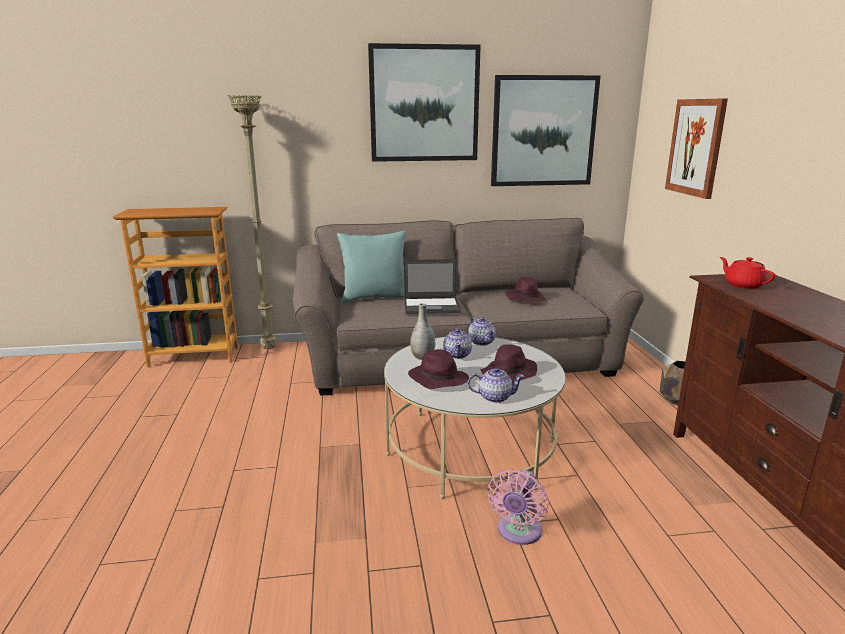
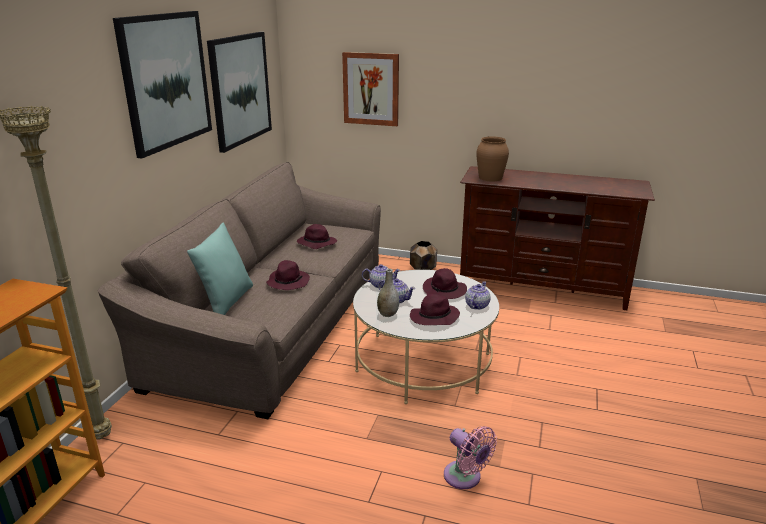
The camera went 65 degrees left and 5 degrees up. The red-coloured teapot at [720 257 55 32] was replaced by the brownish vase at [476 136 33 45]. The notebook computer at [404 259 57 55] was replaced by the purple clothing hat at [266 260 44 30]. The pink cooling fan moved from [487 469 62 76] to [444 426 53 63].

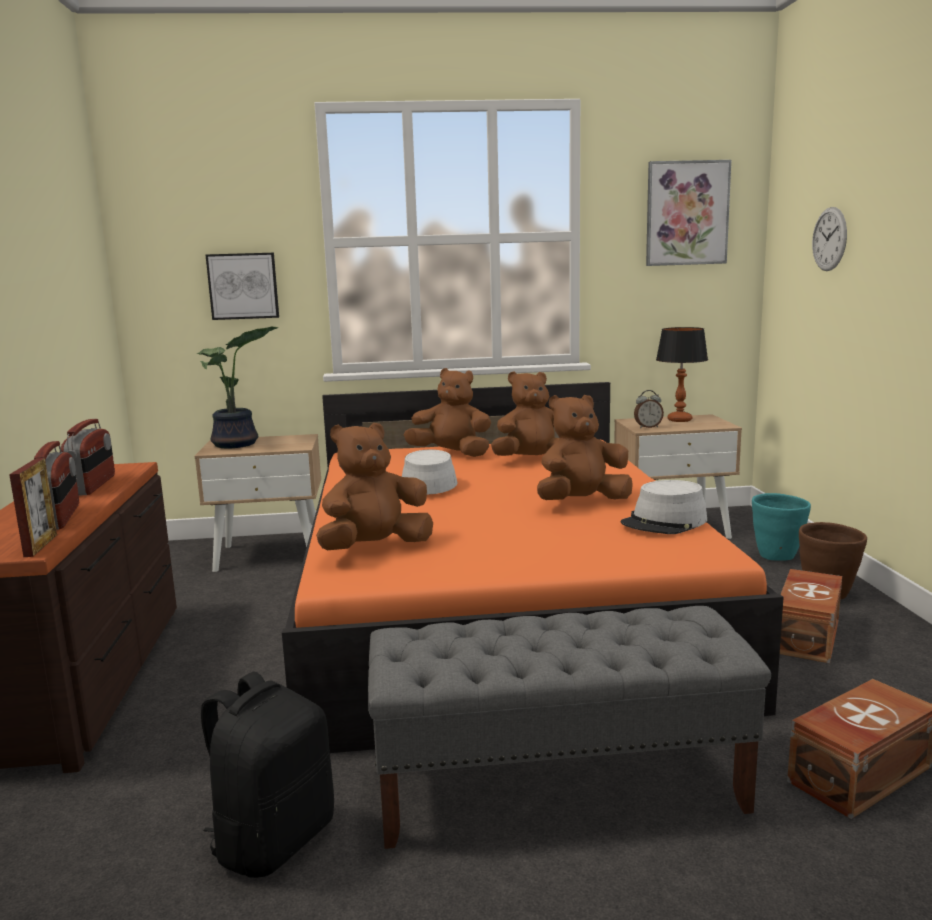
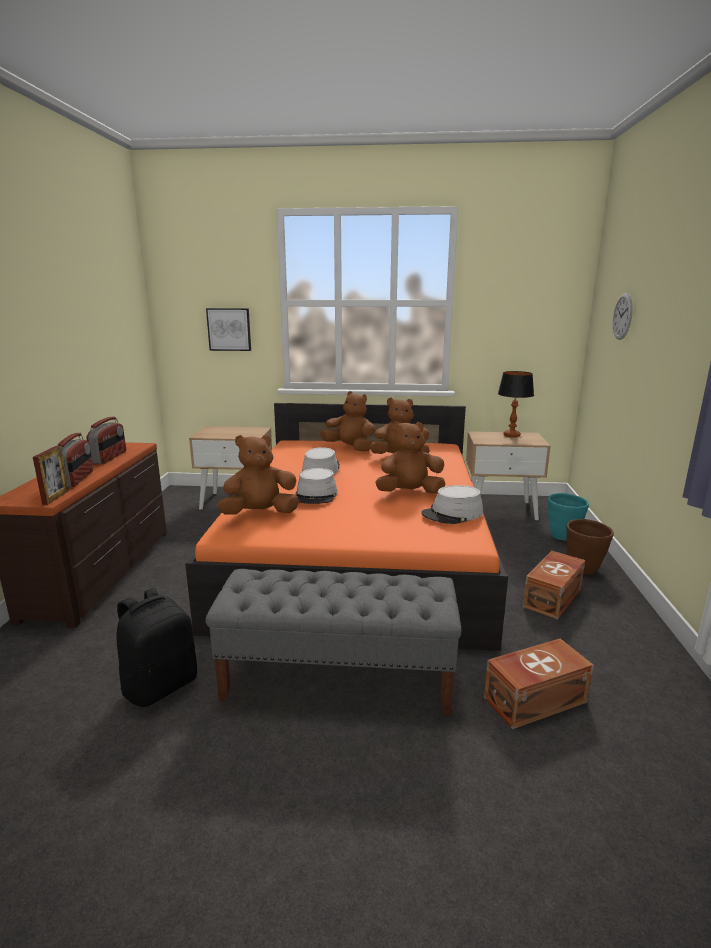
The camera went 10 degrees right and 5 degrees up. The wall art at [646 160 85 106] disappeared. The plant in a pot at [196 326 82 122] disappeared. The table clock at [634 390 30 38] disappeared. The greyish clothing hat at [295 468 43 36] appeared.

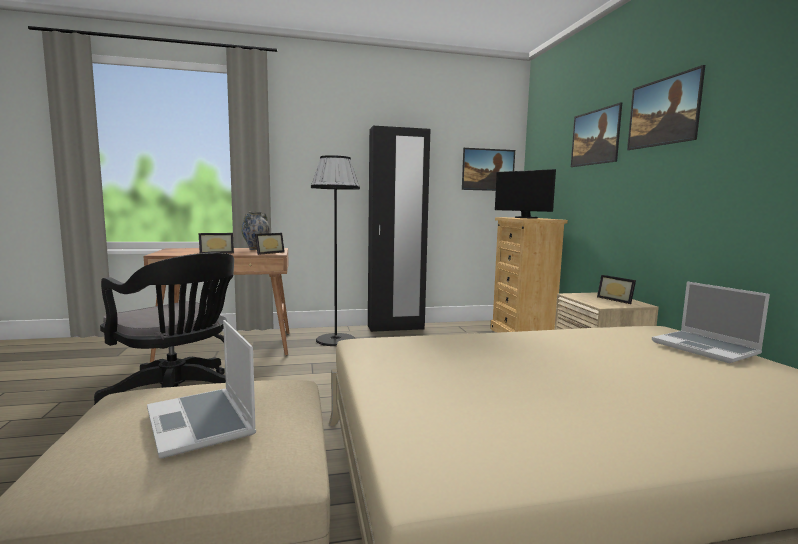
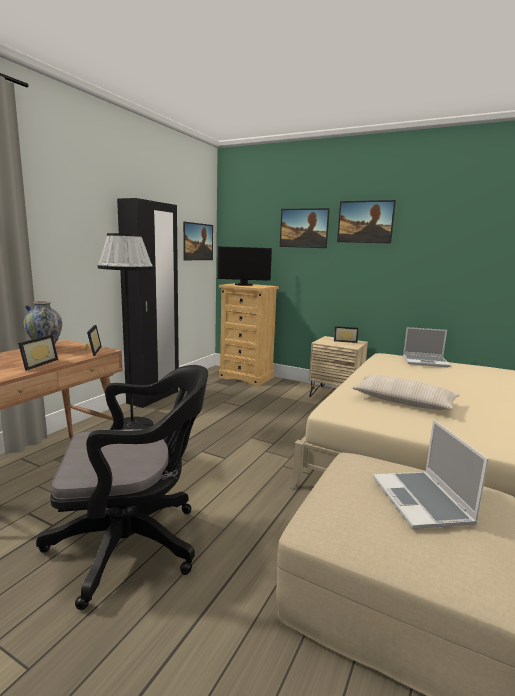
The camera went 50 degrees left and 5 degrees up. The notebook computer at [147 320 109 139] turned 75 degrees clockwise. The sand-coloured pillow at [352 375 107 35] appeared.

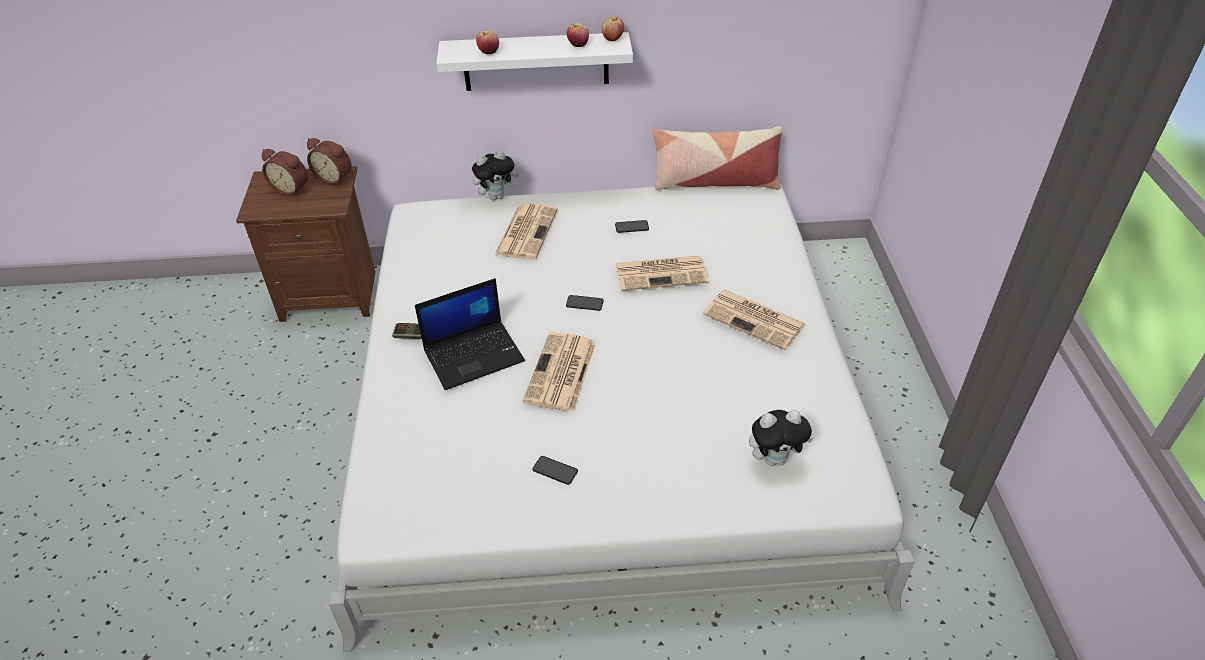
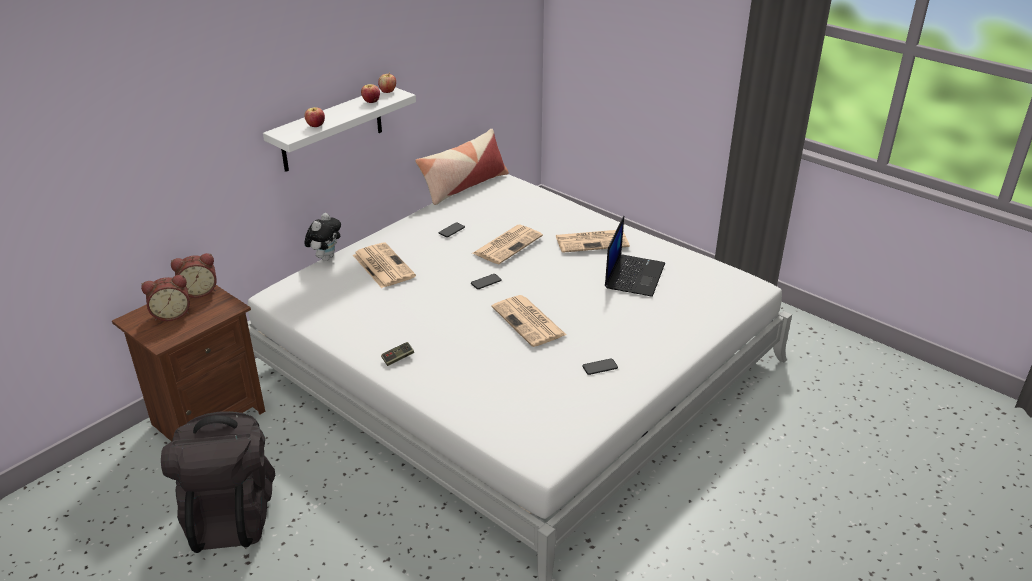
The camera went 45 degrees left and 10 degrees down. The notebook computer moved from [415 278 110 112] to [605 216 60 81]. The soft toy at [749 410 64 56] disappeared. The black-coloured knapsack at [161 411 115 142] appeared.

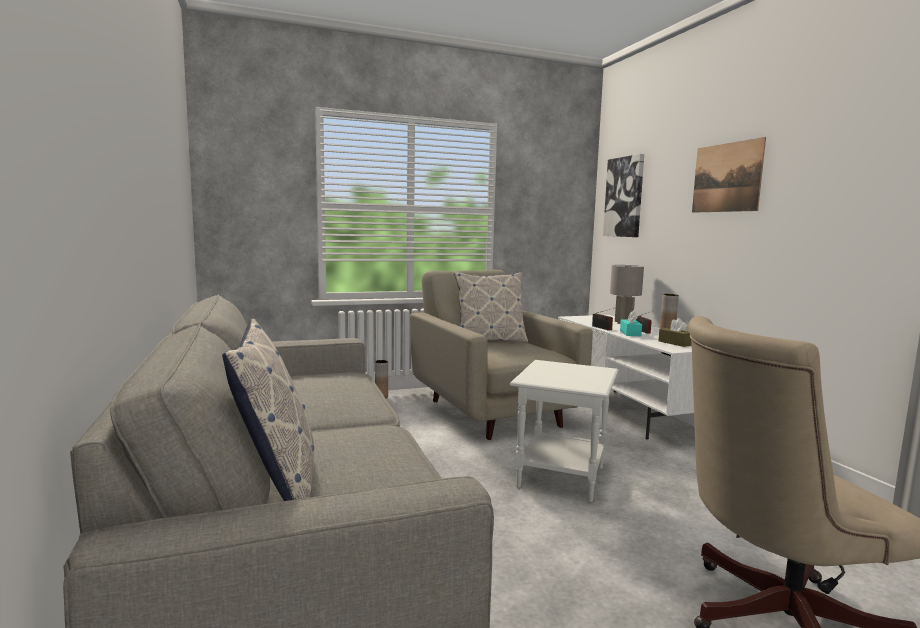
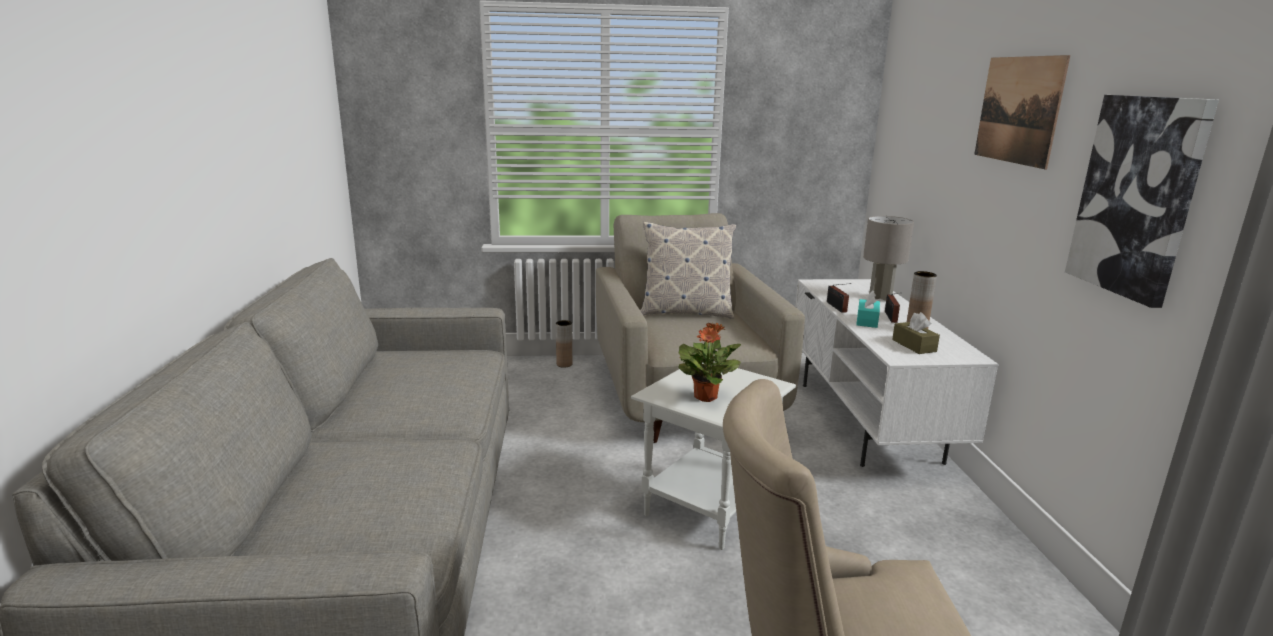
The camera went 15 degrees right and 10 degrees up. The wall art moved from [603 154 41 83] to [1065 95 154 213]. The pillow at [222 319 92 182] disappeared. The plant in a pot at [678 322 63 80] appeared.

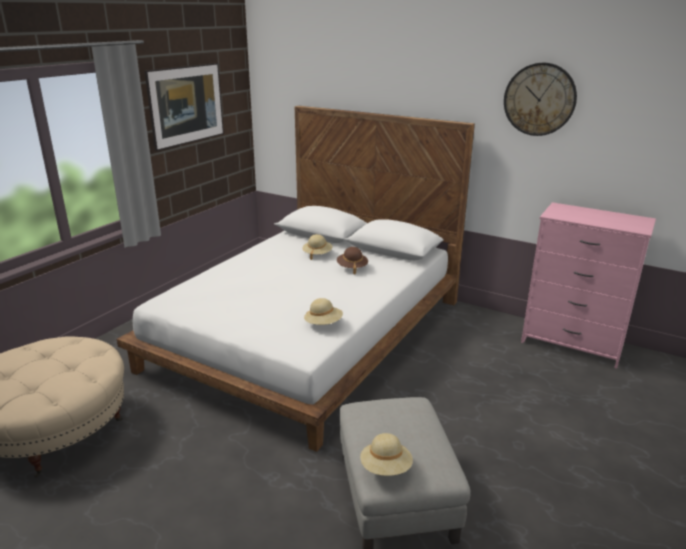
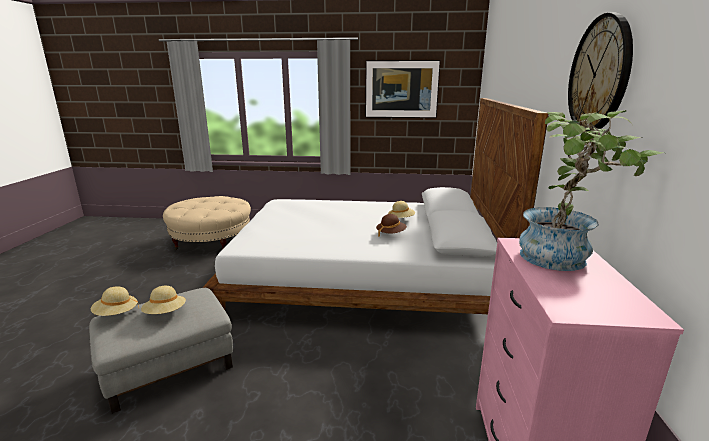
The camera went 65 degrees right and 5 degrees down. The sand-coloured clothing hat moved from [304 298 39 27] to [141 286 45 28]. The plant in a pot at [519 110 145 161] appeared.

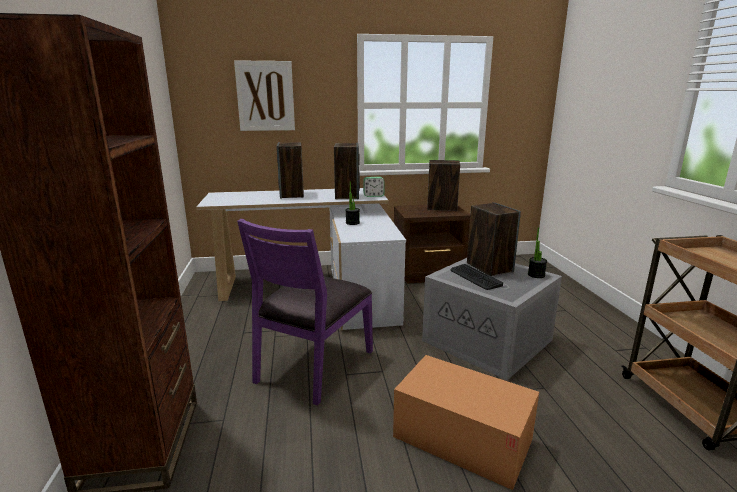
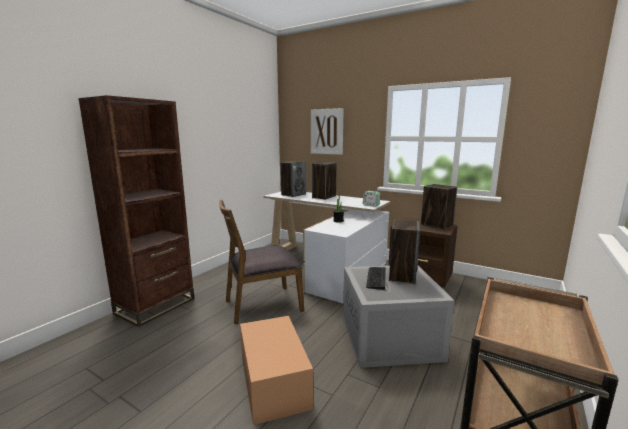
The camera went 40 degrees right and 5 degrees down. The audio speaker moved from [334 143 26 57] to [281 161 25 36]. The purple plain chair at [237 219 136 187] became the brownish plain chair at [219 200 85 124]. The plant in a pot at [528 228 19 50] disappeared.

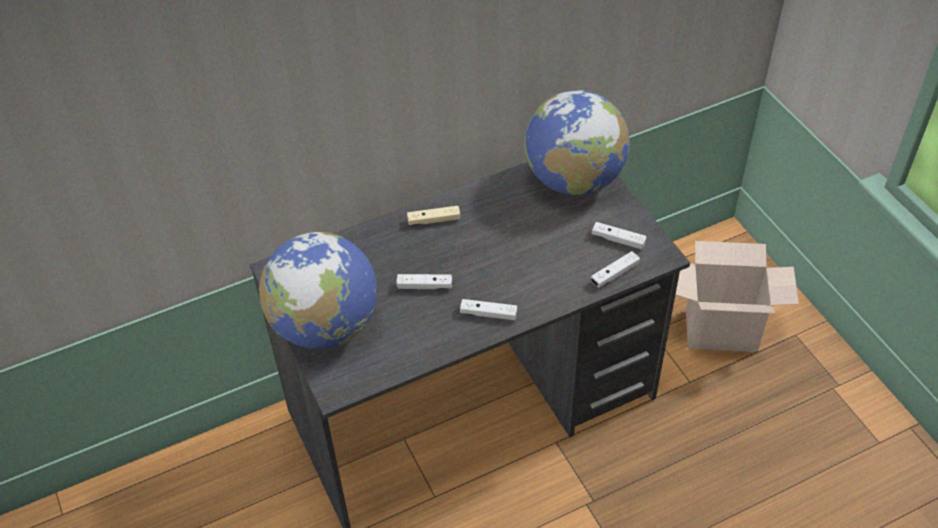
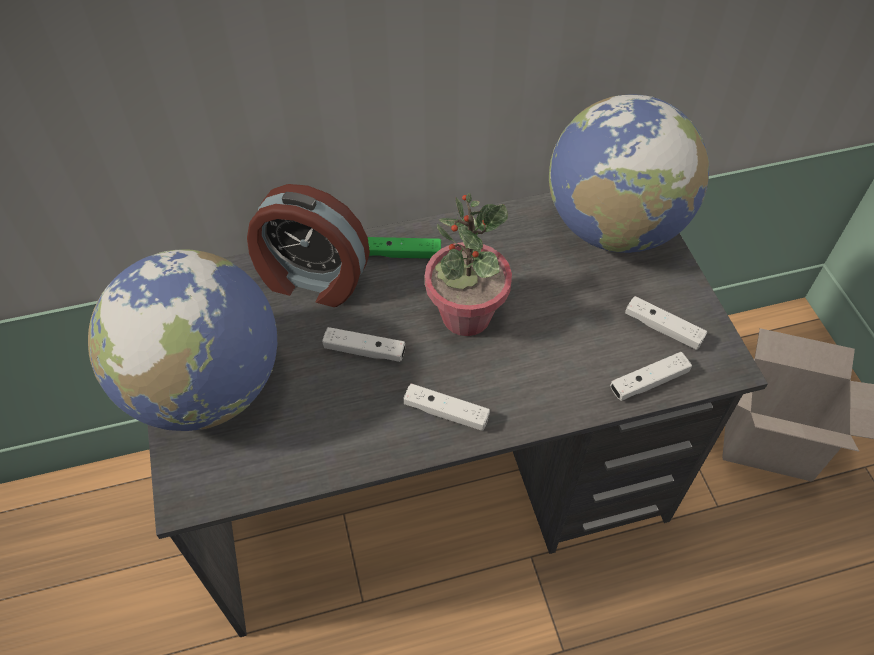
The camera went 10 degrees right and 5 degrees up. The sand-coloured gamepad at [407 206 53 19] became the green-coloured gamepad at [368 237 73 22]. The table clock at [247 184 123 123] appeared. The plant in a pot at [425 193 87 143] appeared.

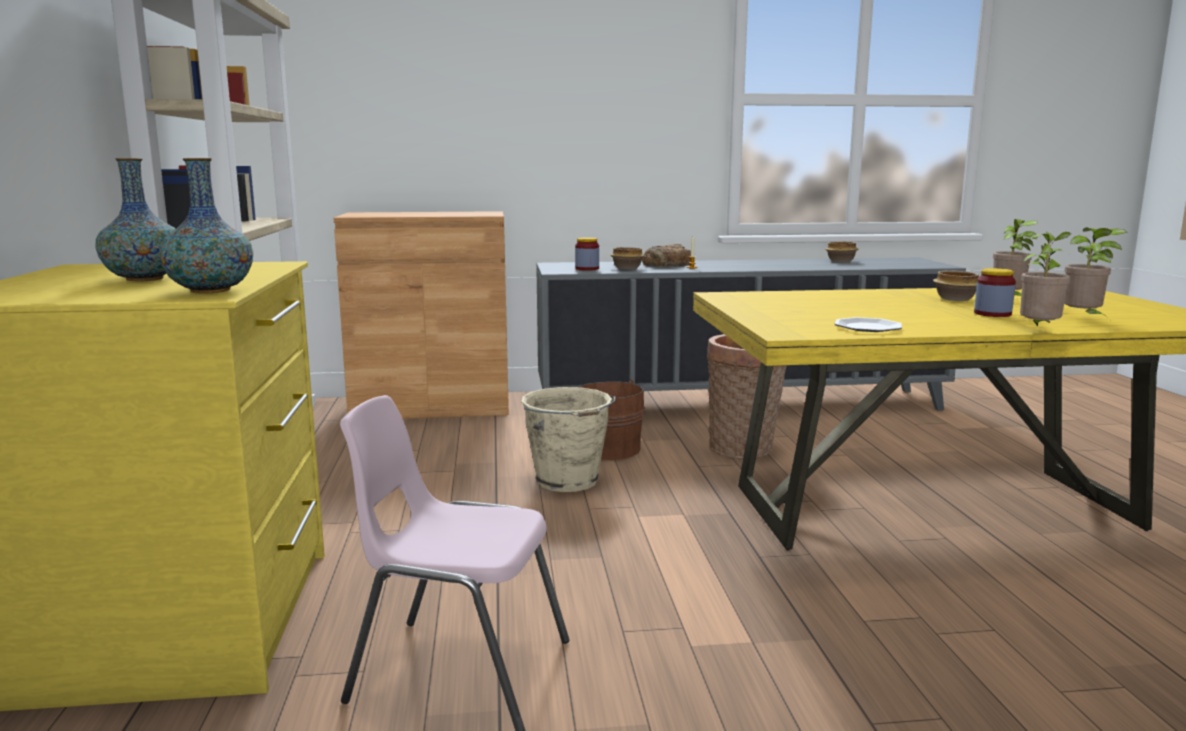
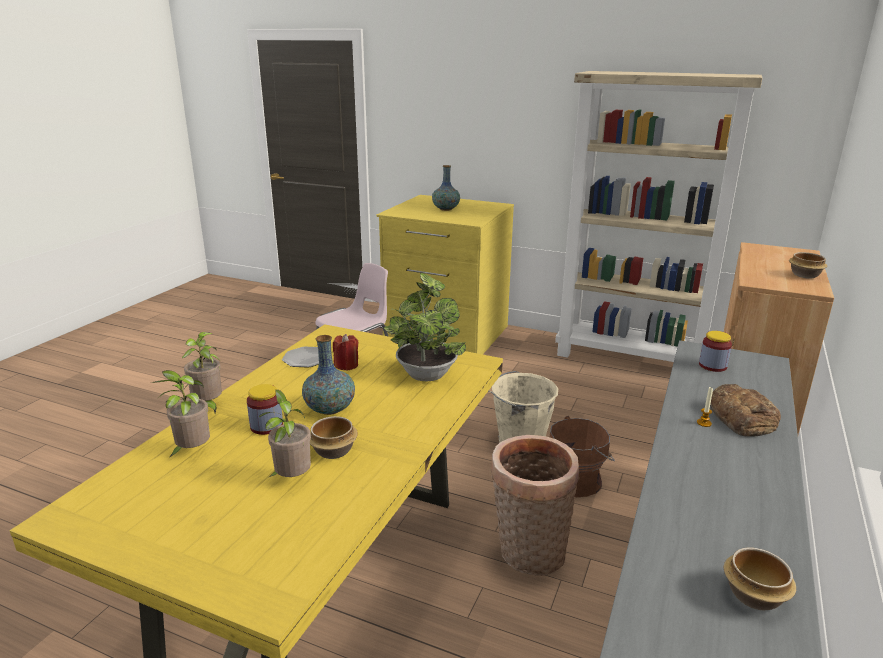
The camera went 120 degrees right and 10 degrees up. The vase moved from [159 158 94 135] to [302 335 53 80]. The bowl moved from [611 247 34 22] to [789 252 39 27]. The plant in a pot at [384 273 82 108] appeared. The red-coloured wax candle at [333 334 26 37] appeared.

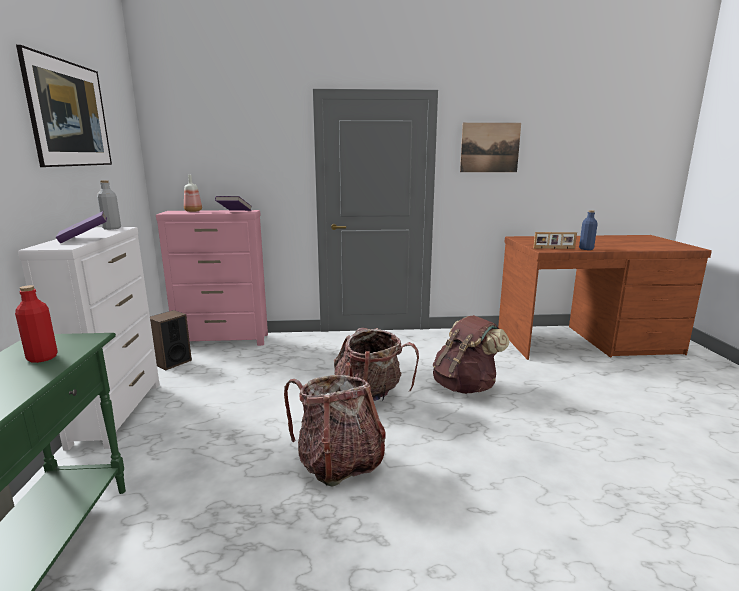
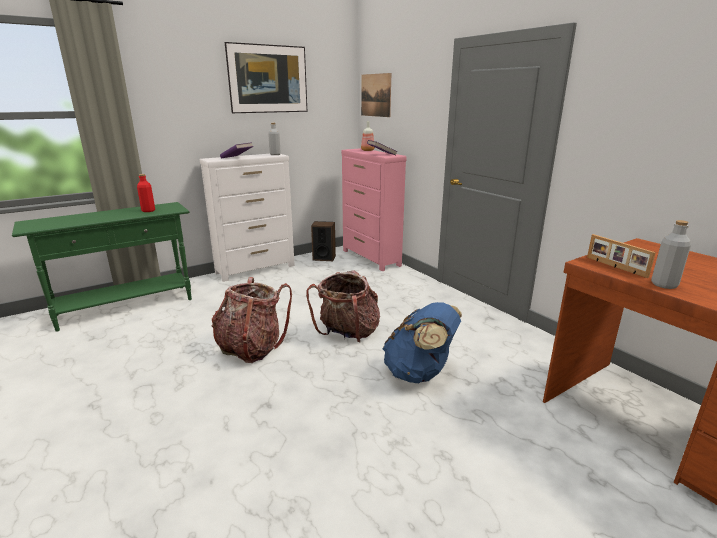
The camera went 60 degrees right and 5 degrees up. The wall art moved from [460 123 61 49] to [361 73 30 44]. The blue-coloured beverage bottle at [579 210 19 40] became the greyish beverage bottle at [651 220 40 69]. The brownish knapsack at [432 315 78 79] became the blue-coloured knapsack at [383 302 79 81].

